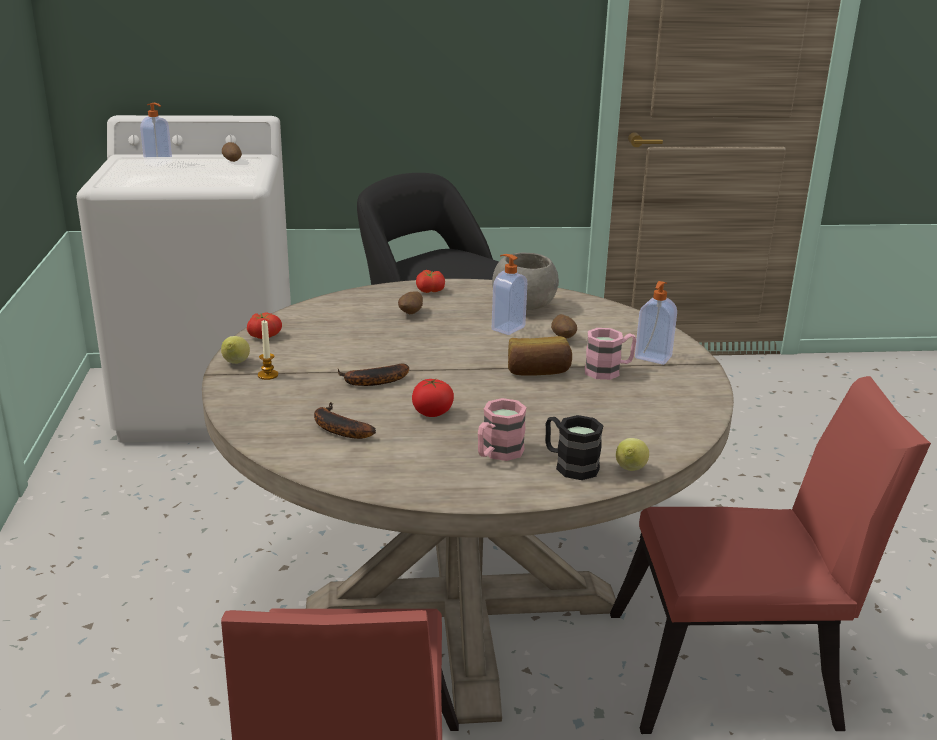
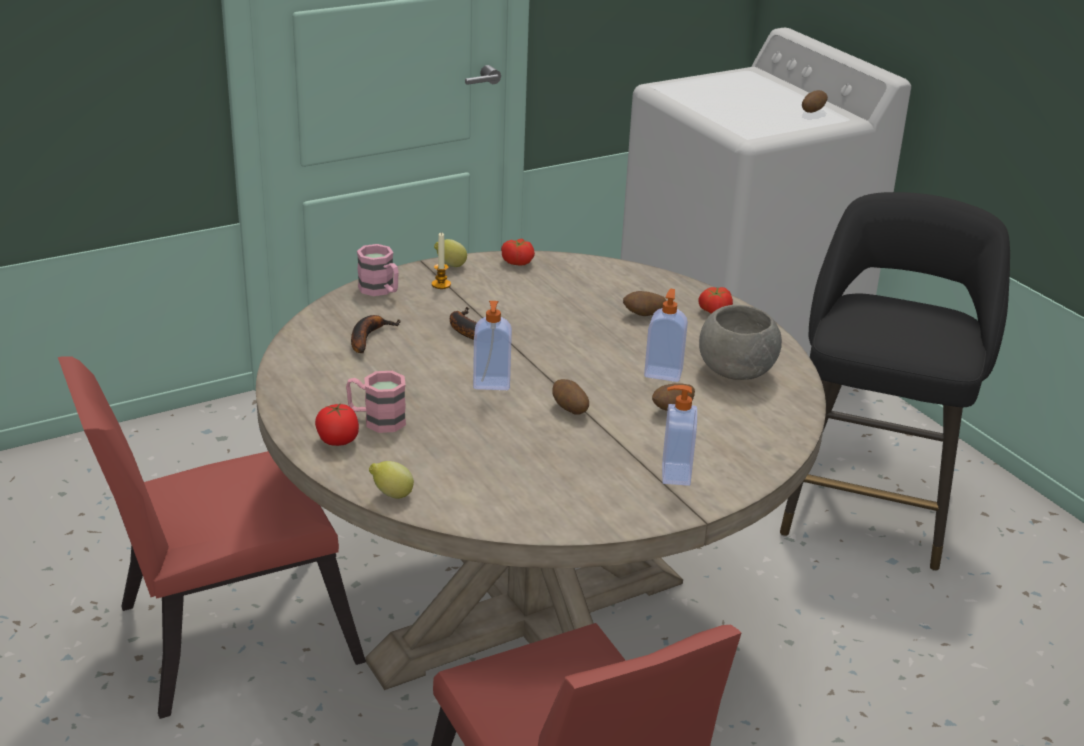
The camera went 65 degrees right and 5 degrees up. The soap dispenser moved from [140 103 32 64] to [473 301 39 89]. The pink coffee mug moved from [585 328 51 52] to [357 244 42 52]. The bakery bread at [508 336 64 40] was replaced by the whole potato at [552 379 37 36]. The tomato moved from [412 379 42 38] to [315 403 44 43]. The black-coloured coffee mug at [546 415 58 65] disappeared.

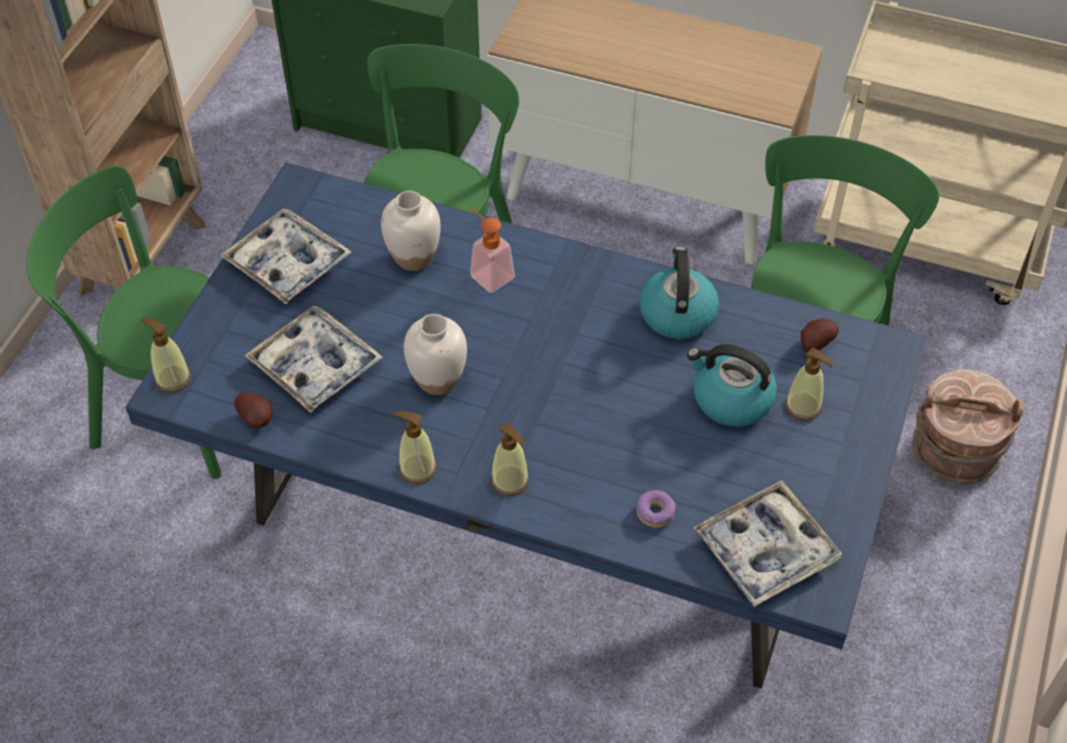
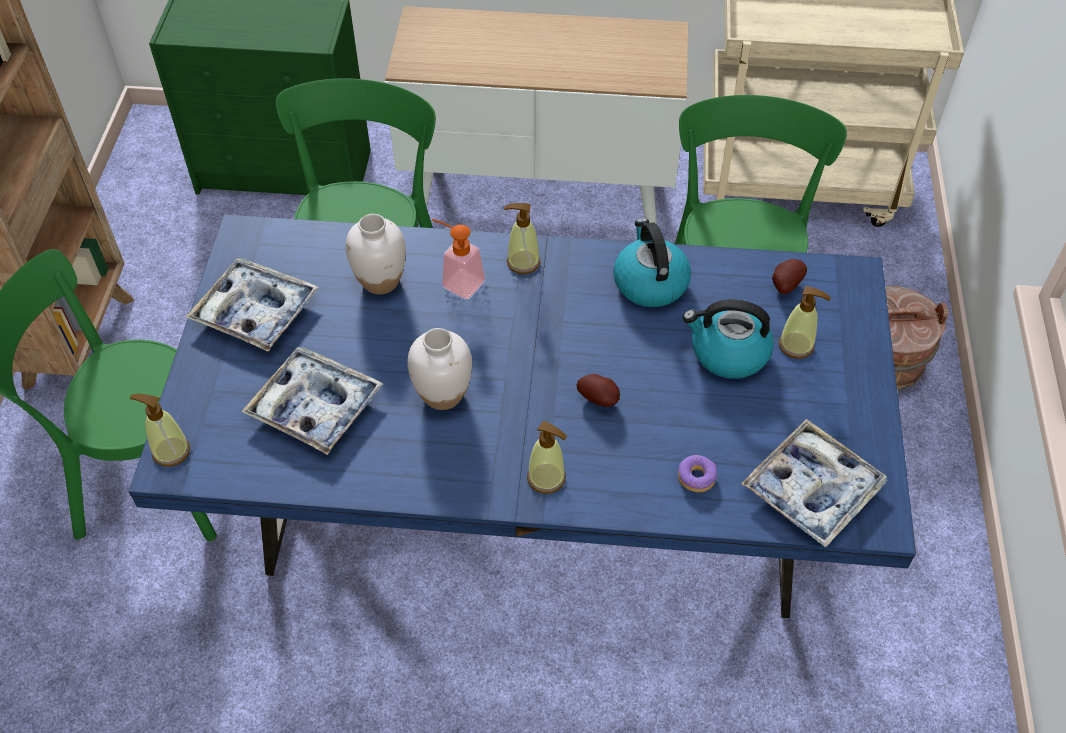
The camera went 15 degrees left and 0 degrees up. The whole potato moved from [234 392 38 36] to [576 374 44 33]. The soap dispenser moved from [392 411 45 73] to [504 203 37 71].

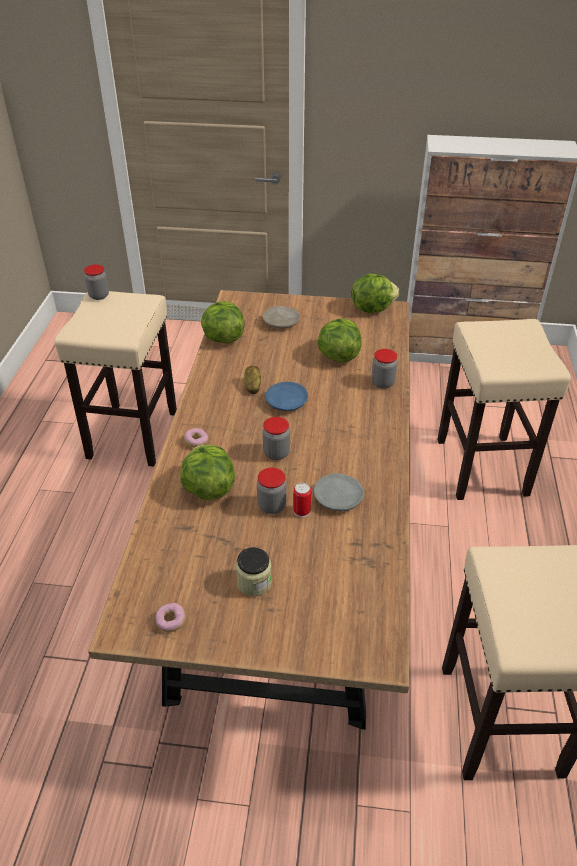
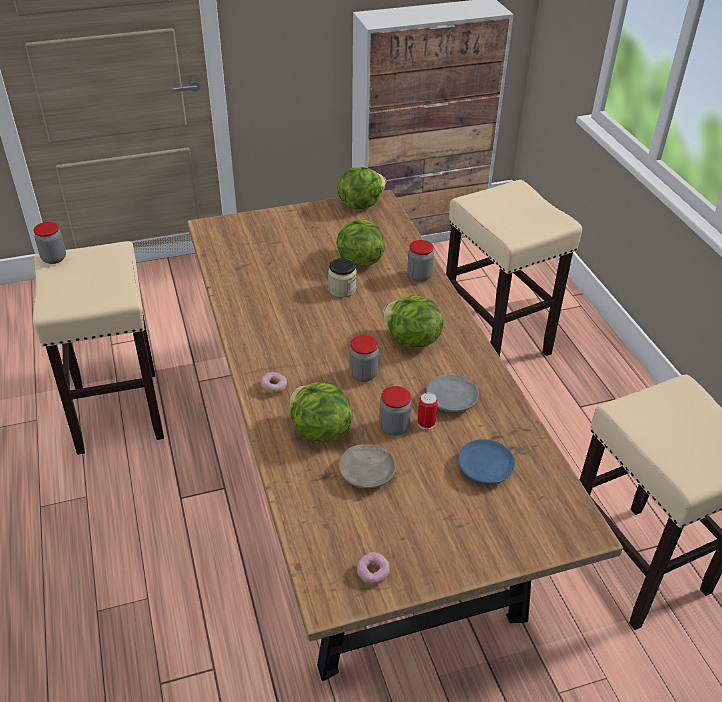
The camera went 25 degrees left and 0 degrees up. The lettuce moved from [201 301 43 42] to [383 295 60 52]. The sand-coloured flat dish moved from [263 306 37 23] to [339 444 57 45]. The whole potato at [244 366 17 28] disappeared. The blue-coloured flat dish moved from [265 382 43 29] to [458 439 57 45]. The storage jar moved from [236 547 36 49] to [328 258 29 39].

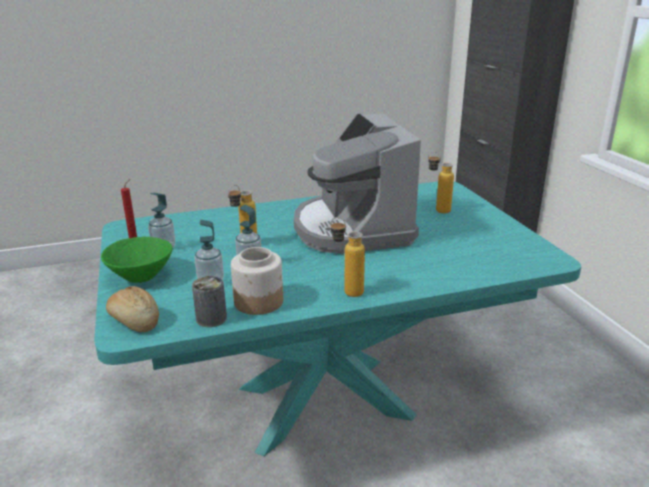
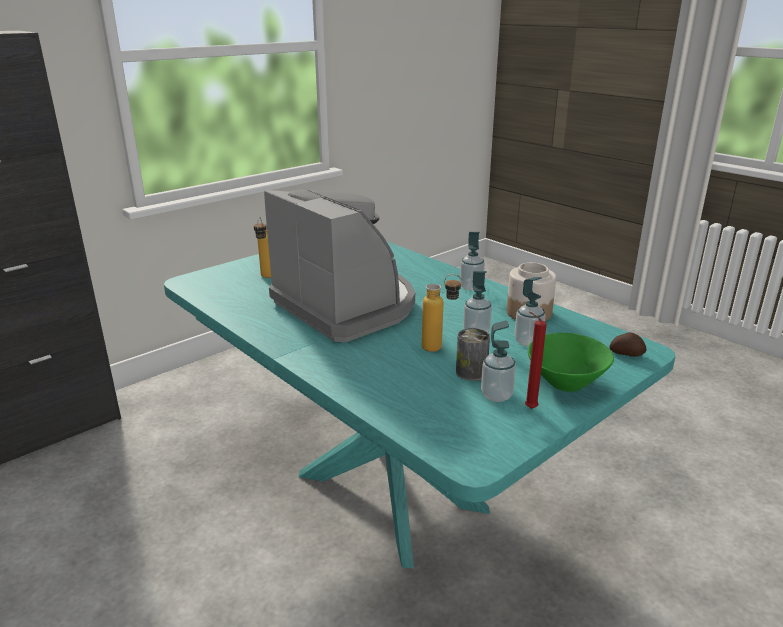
The camera went 115 degrees left and 0 degrees up. The coffee maker at [294 113 127 141] turned 90 degrees counterclockwise. The beverage bottle at [331 217 34 80] was replaced by the soap dispenser at [460 232 25 59]. The metal can moved from [192 276 35 51] to [456 328 34 53]. The bakery bread at [106 286 53 46] was replaced by the whole potato at [609 332 38 25].

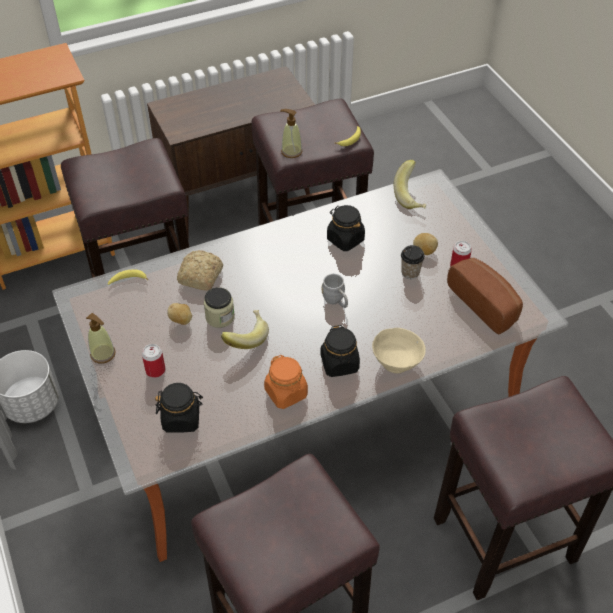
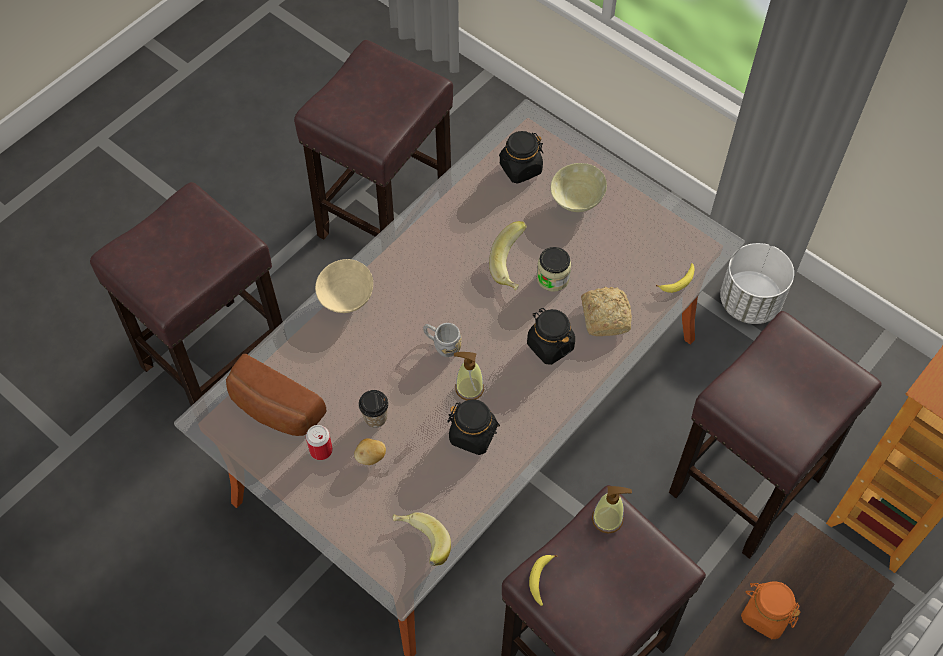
The camera went 155 degrees right and 10 degrees up. The whole potato at [167 303 25 22] disappeared. The soap dispenser moved from [86 313 30 51] to [454 352 30 49]. The black-coloured storage jar moved from [320 325 40 52] to [527 308 48 57]. The metal can at [142 344 23 34] was replaced by the sand-coloured bowl at [550 163 57 49]. The orange-coloured storage jar moved from [264 355 44 54] to [741 581 60 58].

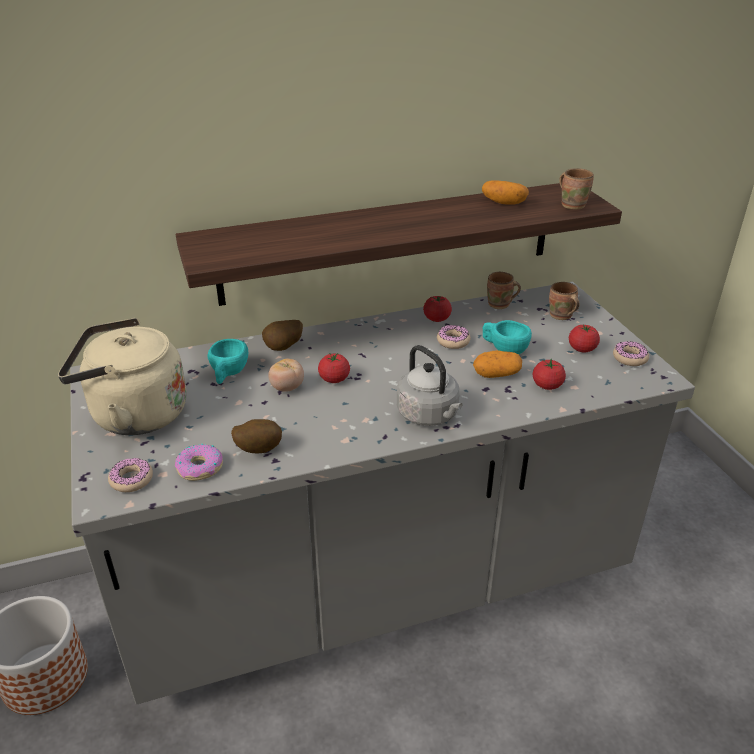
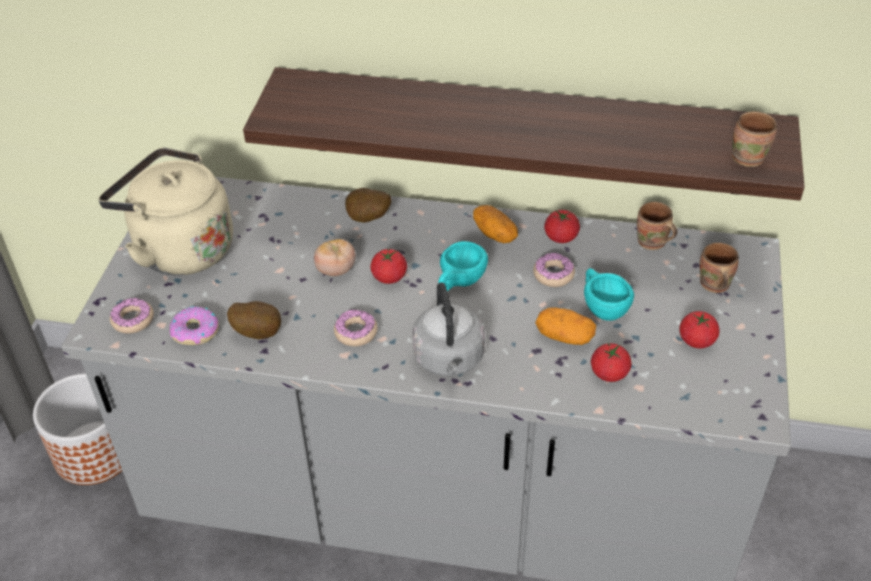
The camera went 30 degrees right and 10 degrees up. The whole potato moved from [482 180 47 24] to [473 205 45 38]. The turquoise small cup moved from [208 339 40 45] to [438 241 50 50]. The doughnut moved from [613 341 36 25] to [334 309 44 38].

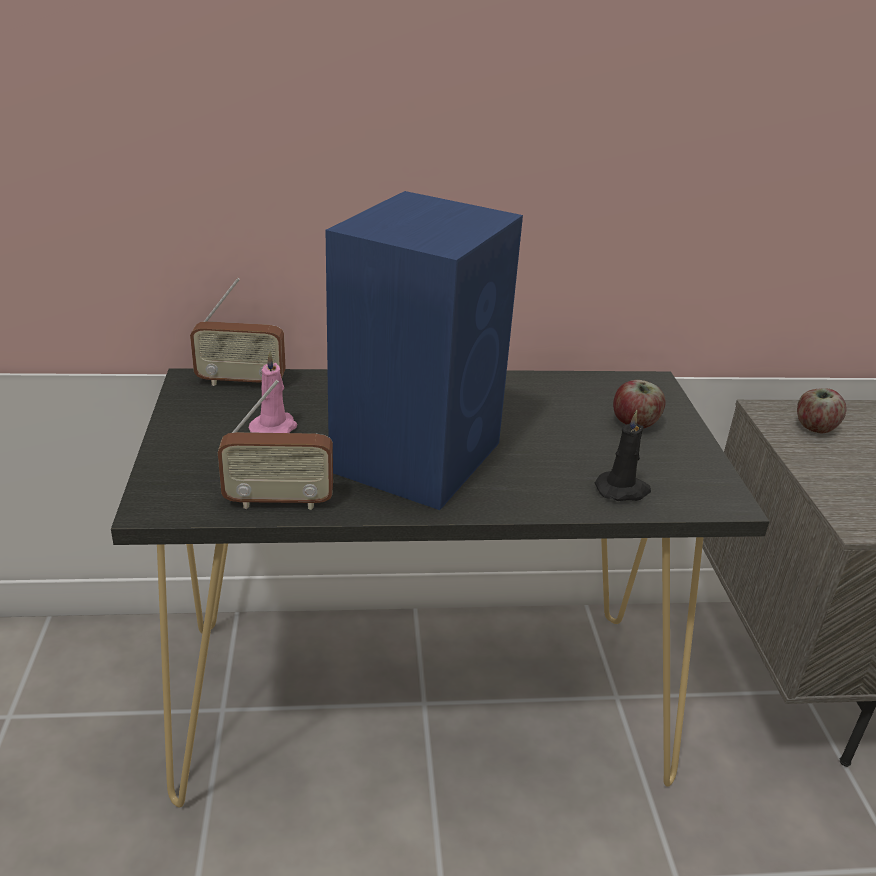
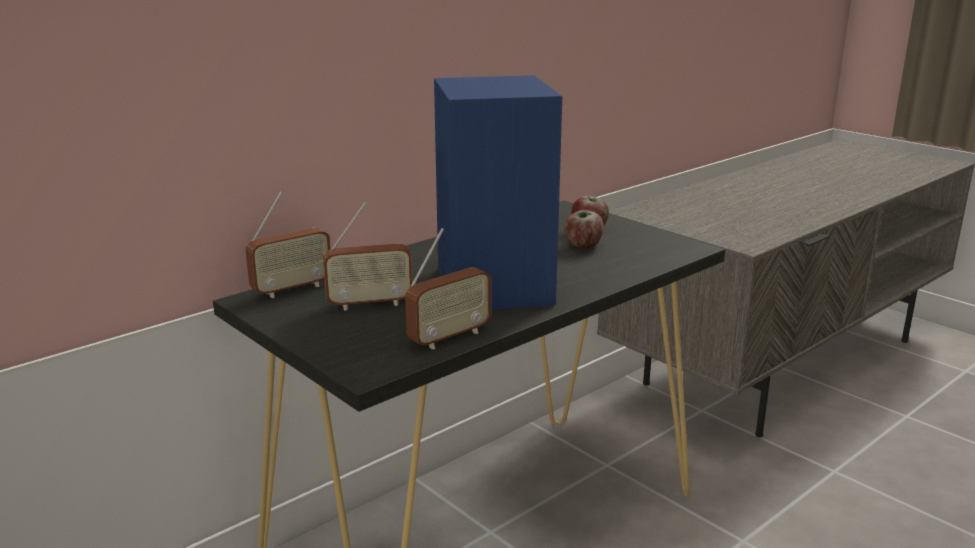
The camera went 35 degrees left and 10 degrees down. The pink wax candle at [249 351 48 82] was replaced by the radio set at [323 202 90 109]. The apple moved from [797 388 50 45] to [564 210 40 39]. The black-coloured wax candle at [595 410 56 91] disappeared.

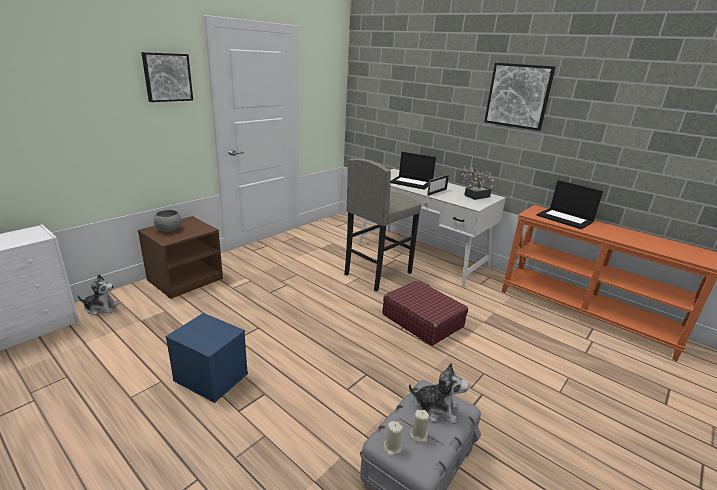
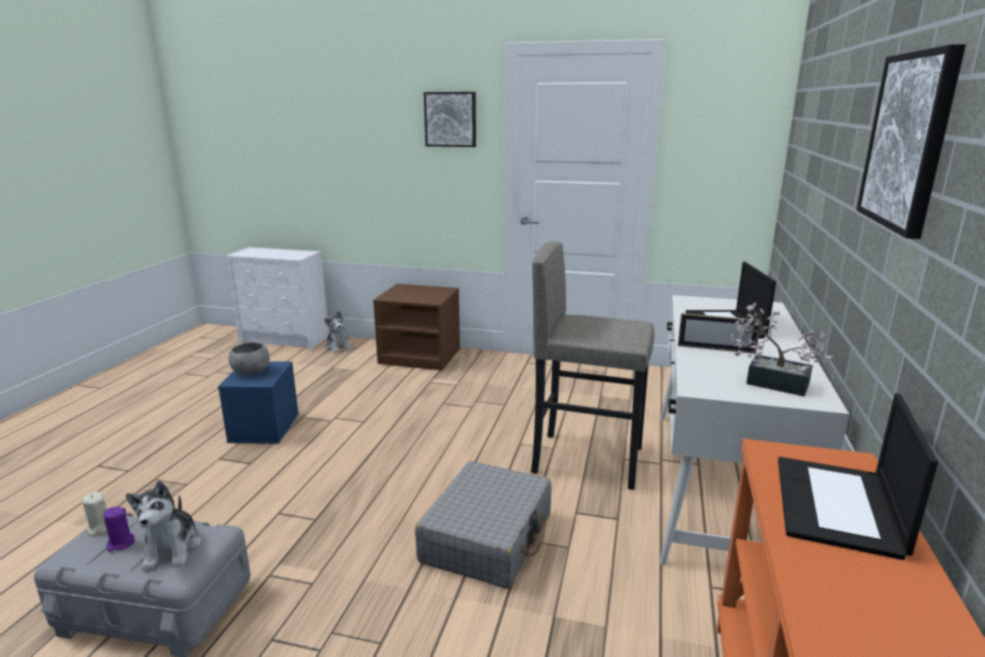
The camera went 65 degrees right and 5 degrees down. The greyish bowl moved from [153 210 29 22] to [228 342 42 33]. The red-coloured piece of luggage at [382 280 86 66] became the greyish piece of luggage at [415 461 137 128]. The sand-coloured wax candle at [410 410 19 33] became the purple wax candle at [103 507 32 45].

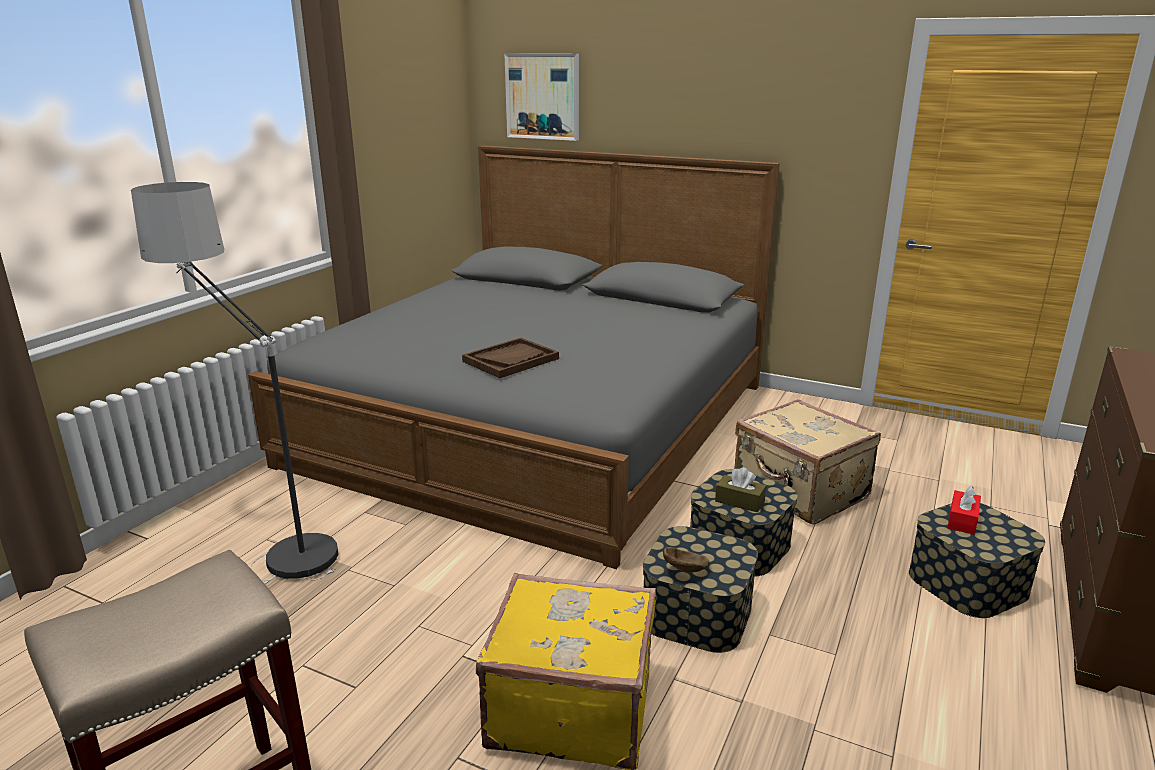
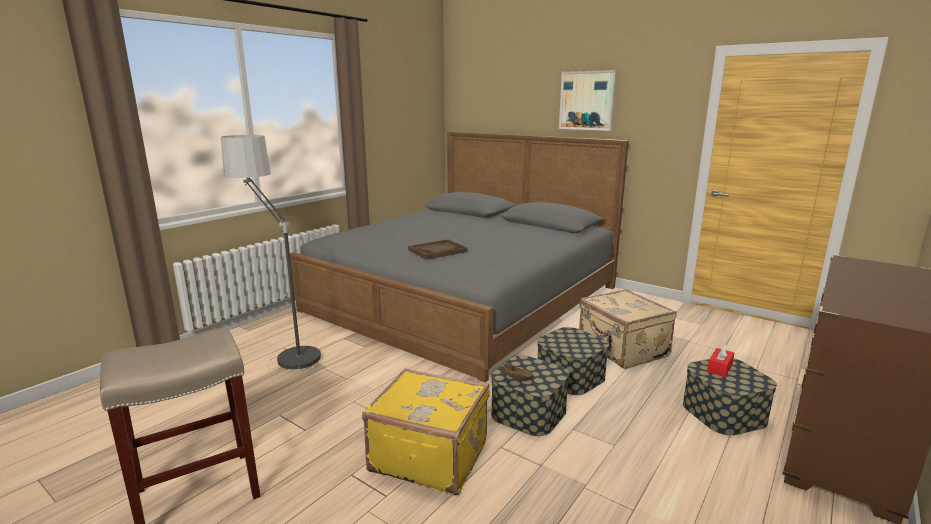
The camera went 10 degrees right and 5 degrees down. The wall art moved from [504 53 75 88] to [559 70 58 61]. The brownish tissue holder at [715 467 51 46] disappeared.

